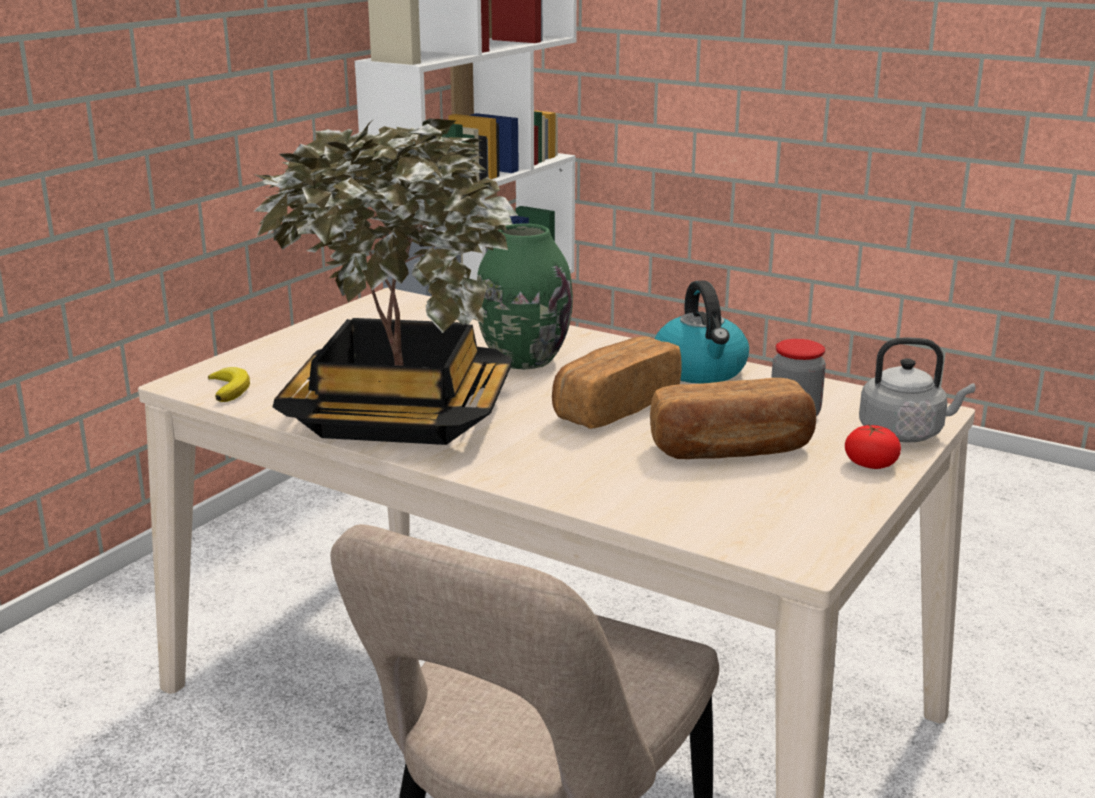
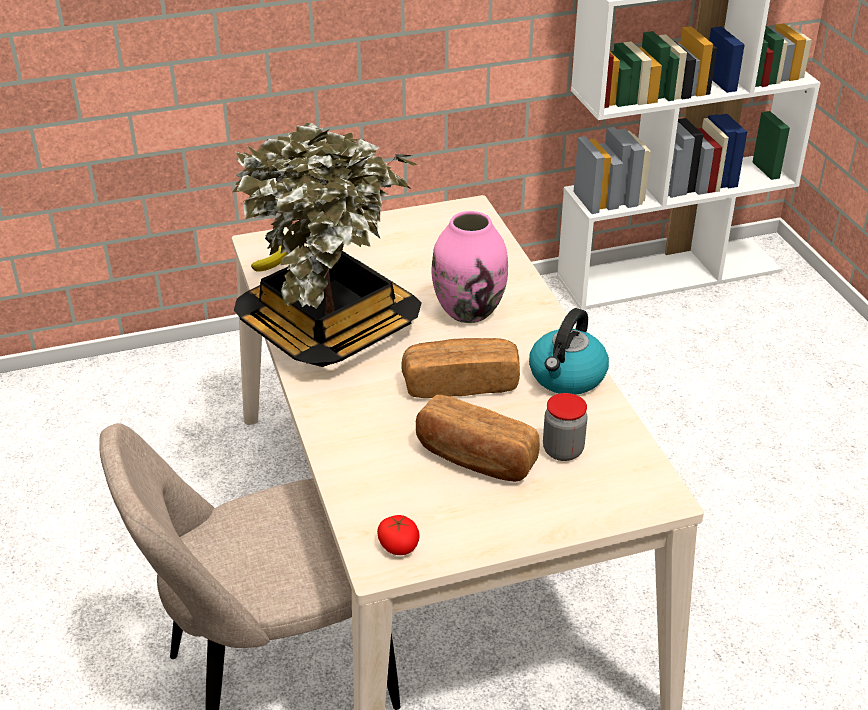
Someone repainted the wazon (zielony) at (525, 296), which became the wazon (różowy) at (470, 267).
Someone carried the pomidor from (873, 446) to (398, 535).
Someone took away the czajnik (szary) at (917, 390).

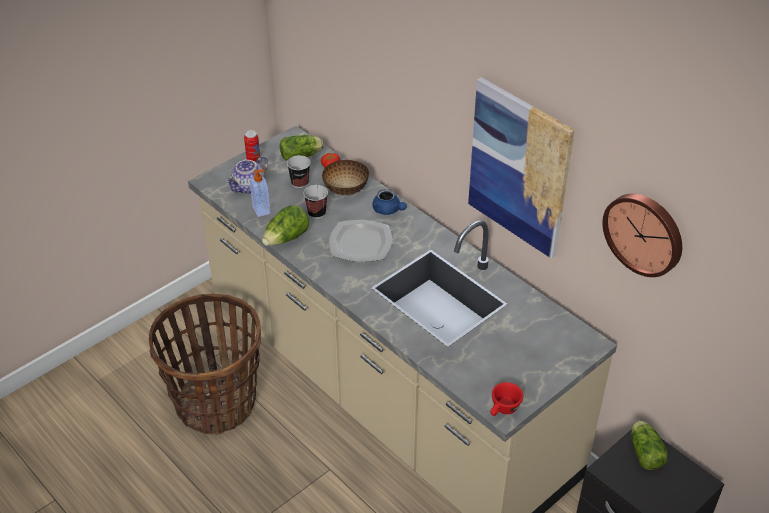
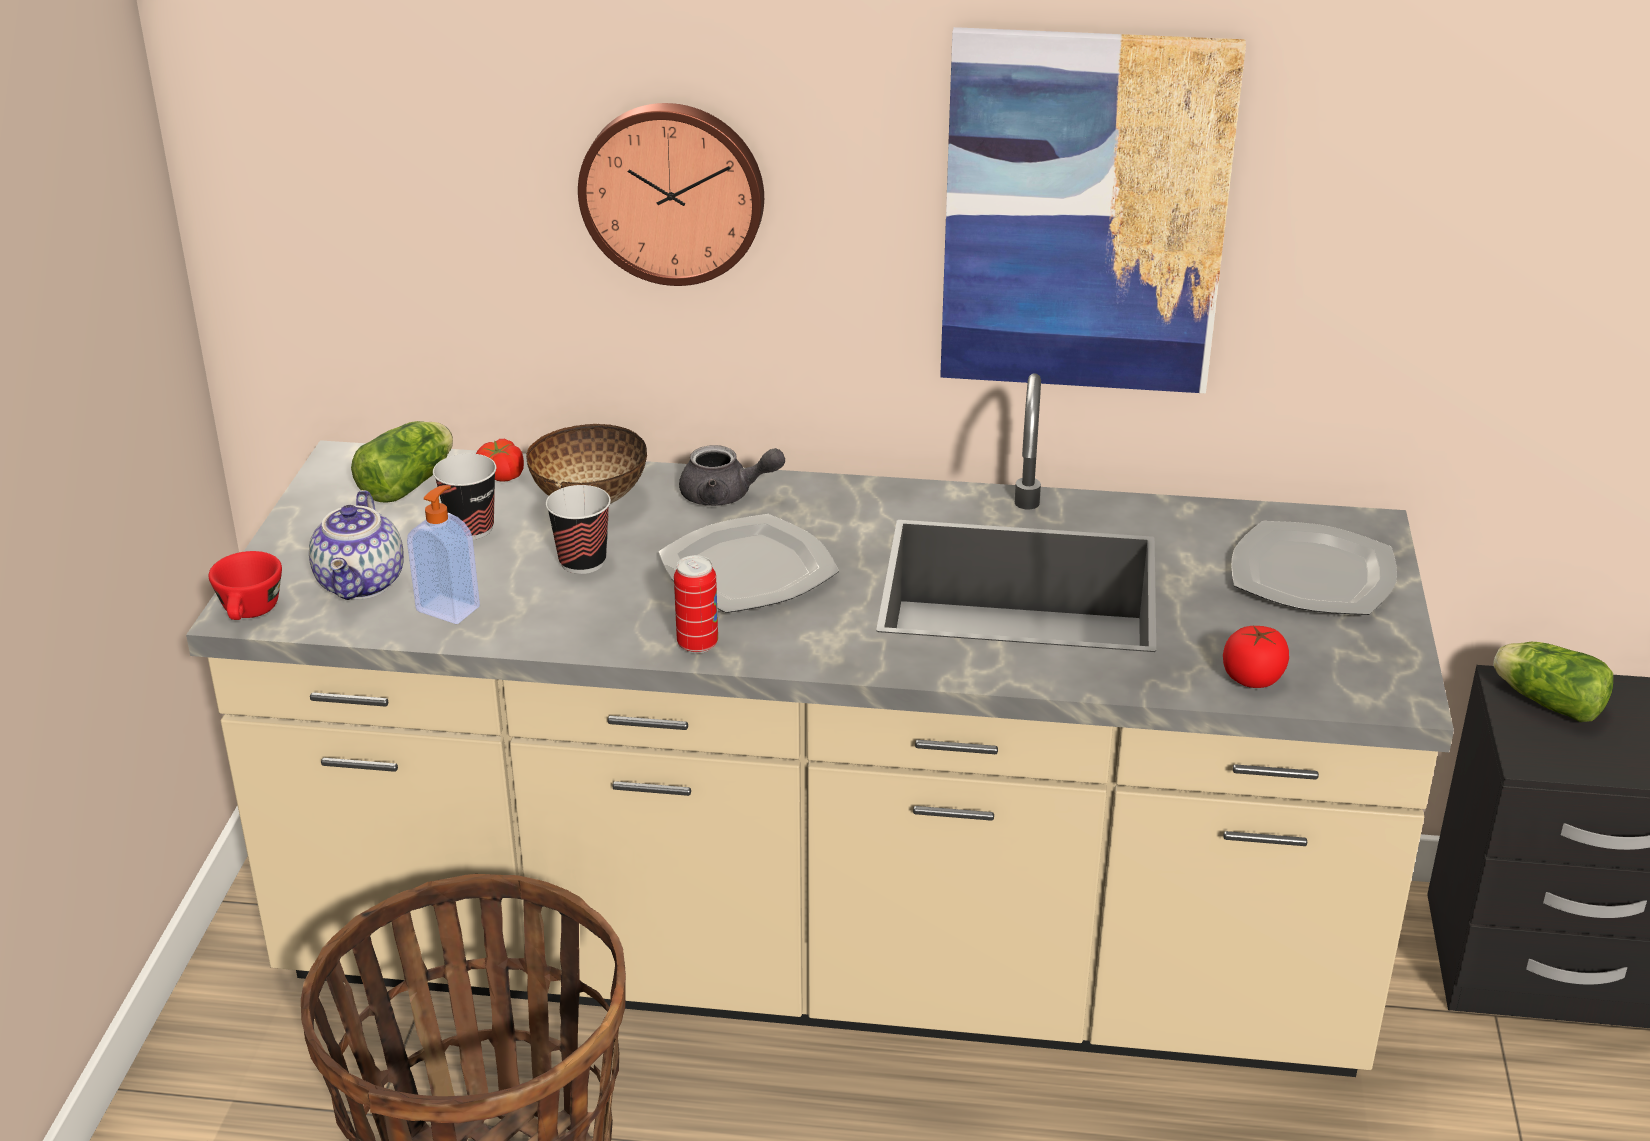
Someone carried the puszka from (252, 146) to (696, 604).
Someone took away the sałata at (285, 225).
Someone repainted the imbryk (niebieski) at (389, 202), which became the imbryk (szary) at (732, 475).
Someone carried the filiżanka (czerwony) from (507, 399) to (245, 585).
Someone carried the zegar ścienny from (642, 235) to (671, 194).
Someone put down the pomidor at (1256, 657).
Someone put down the talerz at (1314, 568).

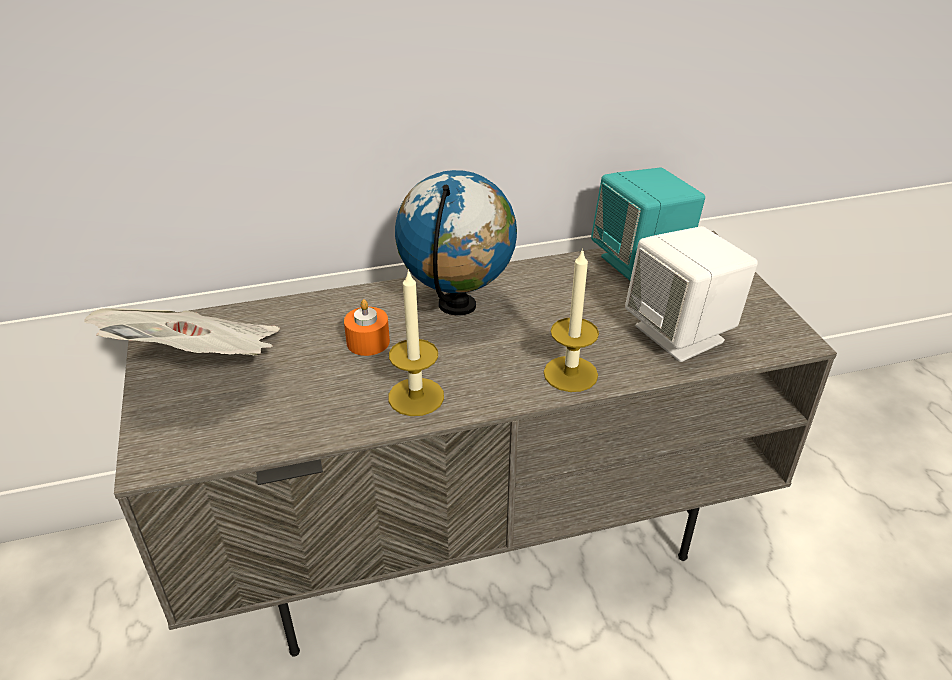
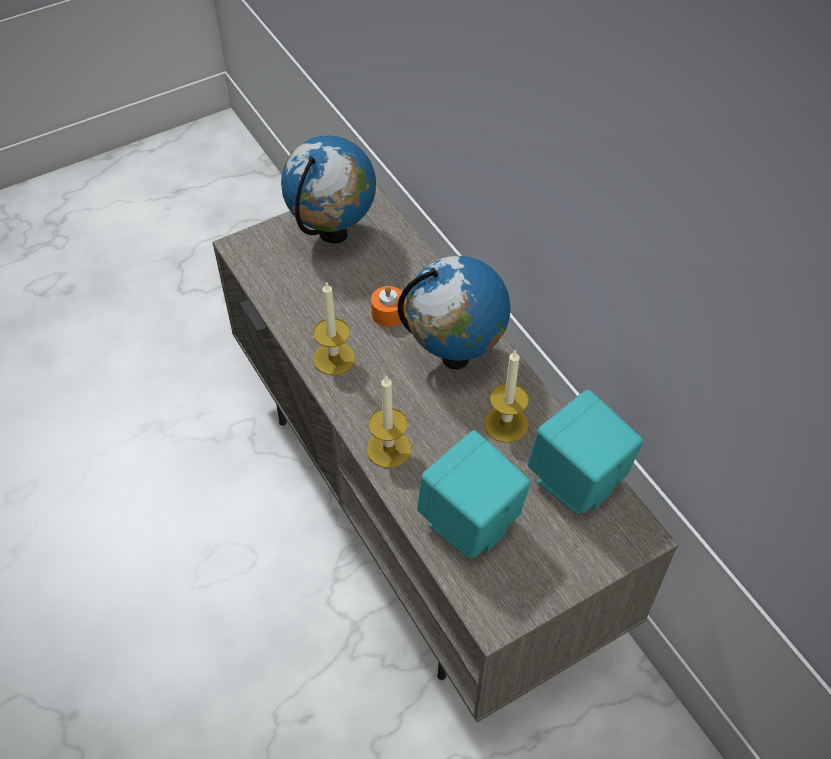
Someone swapped the gazeta at (182, 331) for the globus at (328, 190).
Someone repainted the głośnik (biały) at (691, 294), which became the głośnik (turkusowy) at (473, 494).
Someone put down the świeca at (506, 396).

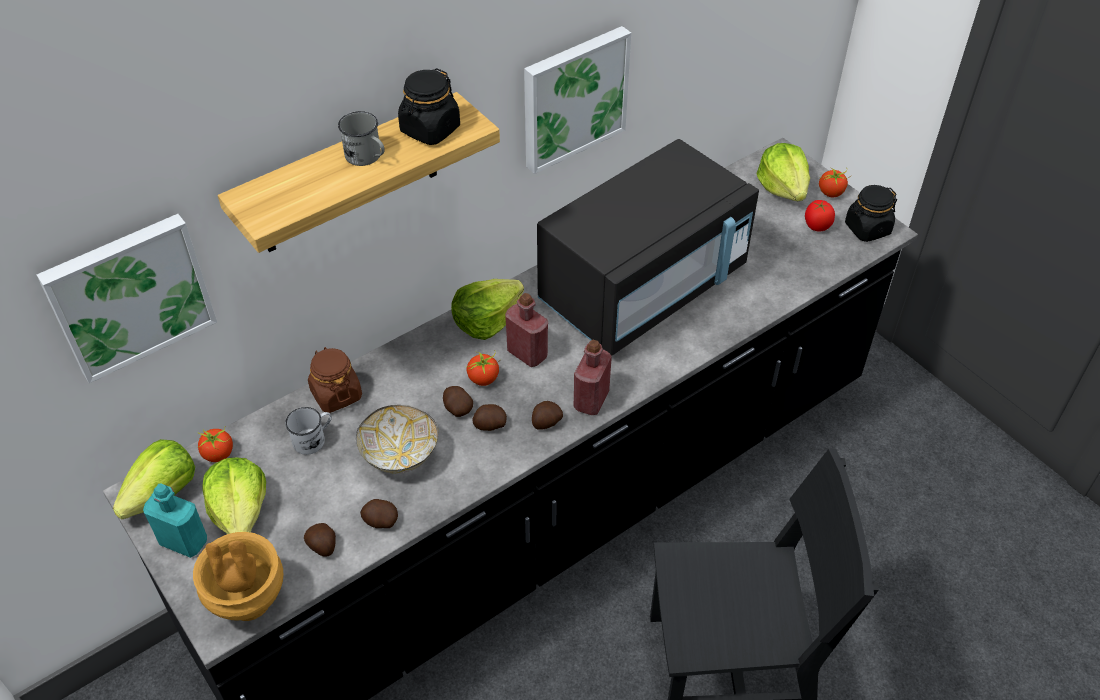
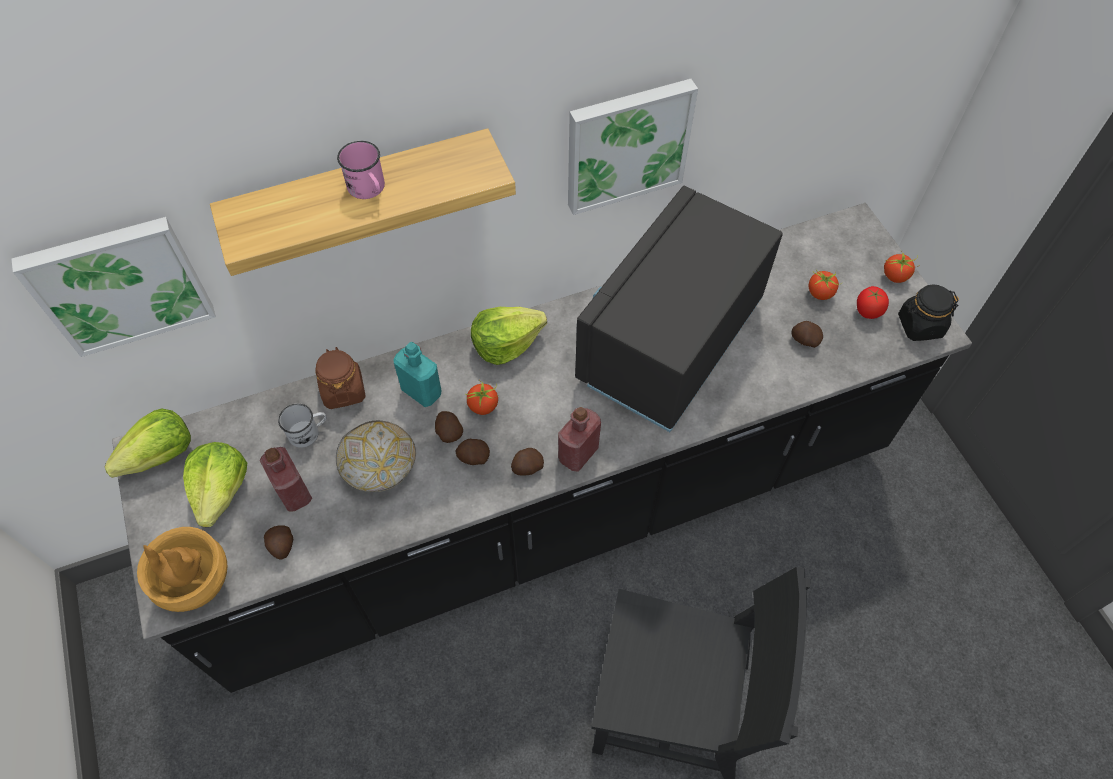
Someone carried the butelka (turkusowy) from (175, 520) to (418, 374).
Someone carried the pomidor from (215, 444) to (826, 285).
Someone repainted the kubek (szary) at (361, 138), which became the kubek (różowy) at (361, 170).
Someone carried the ziemniak from (379, 513) to (807, 334).
Someone took away the słoik (czarny) at (429, 106).
Someone carried the butelka (czerwony) from (526, 330) to (286, 479).
Someone rotated the mikrofalówka (czarny) at (648, 247) by 150 degrees clockwise.
Someone took away the sałata at (783, 172).

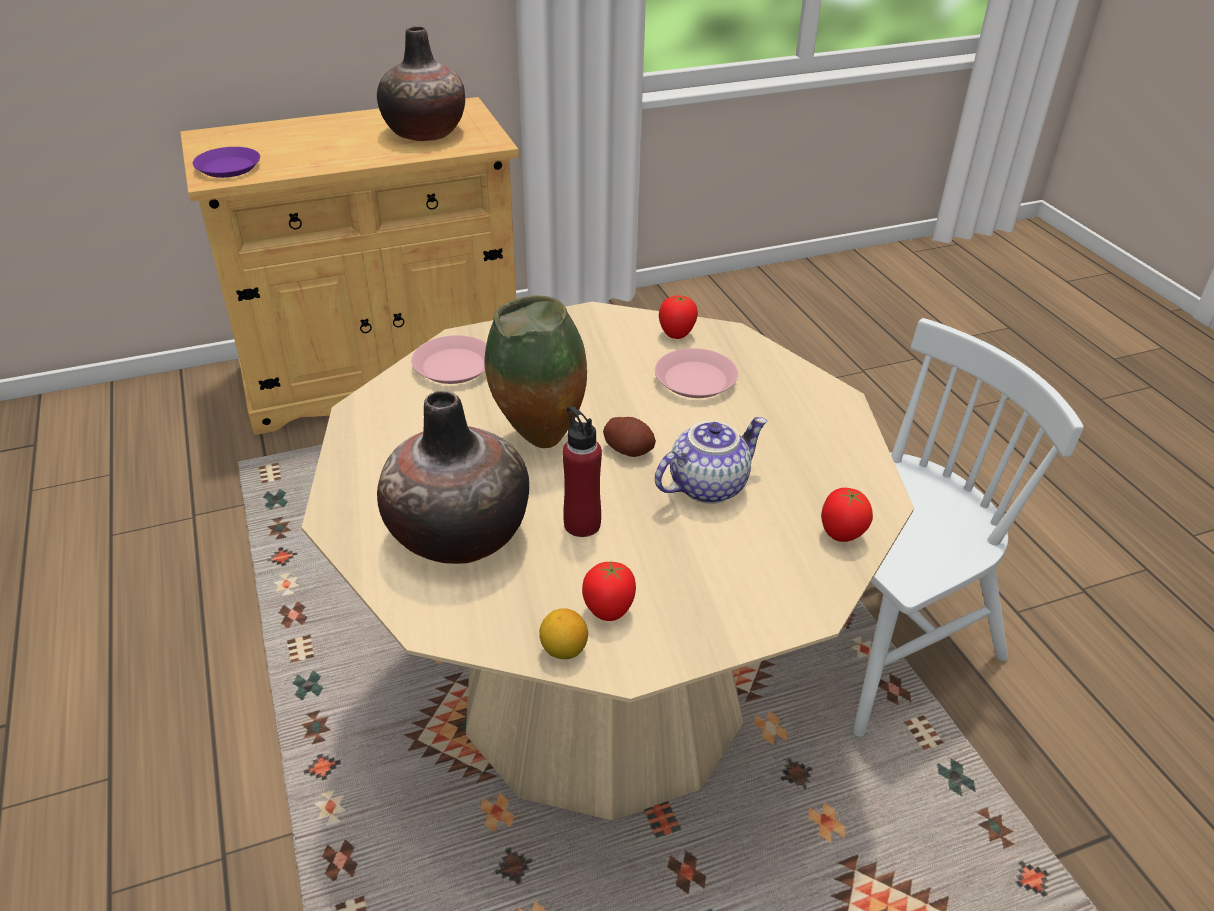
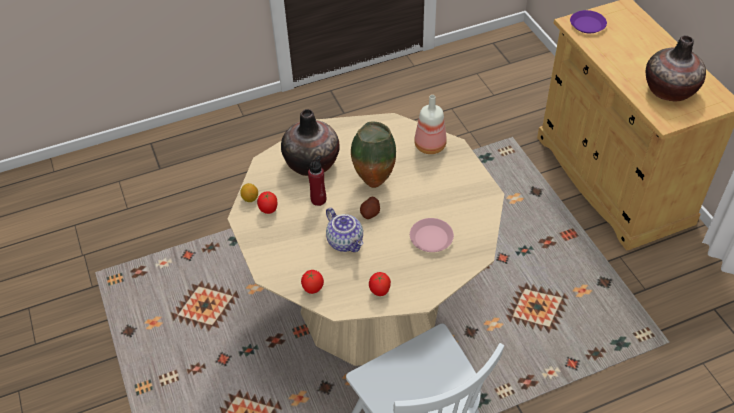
Someone swapped the talerz (różowy) at (449, 359) for the butelka at (430, 124).
Someone carried the pomidor from (678, 317) to (380, 284).

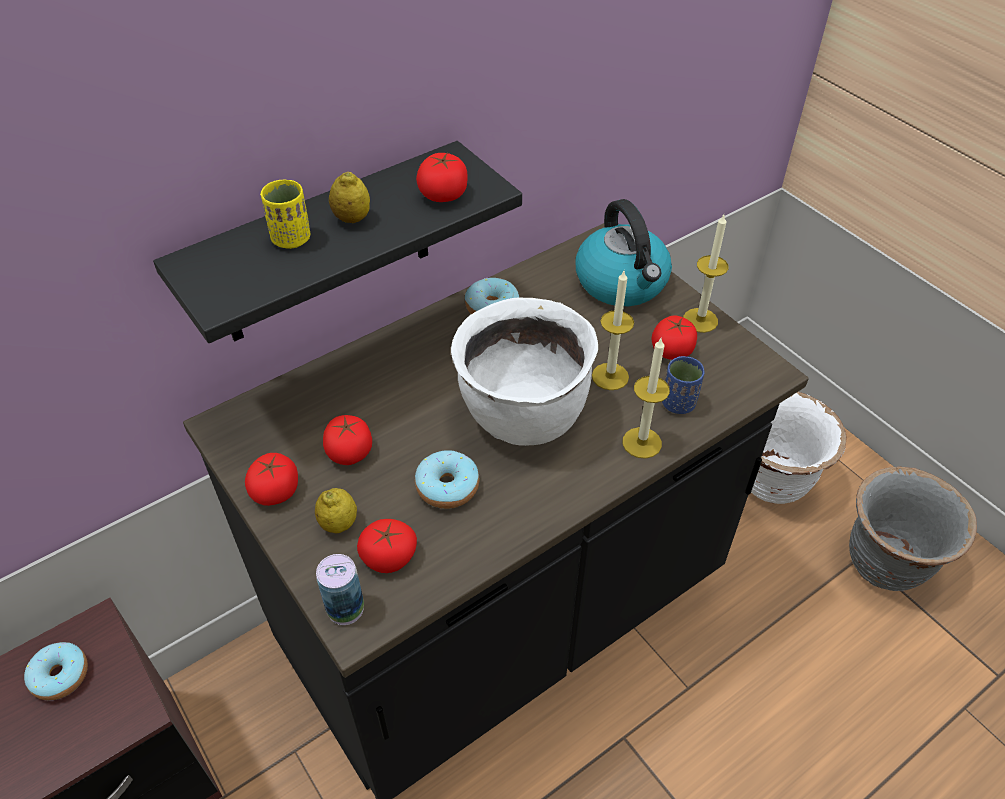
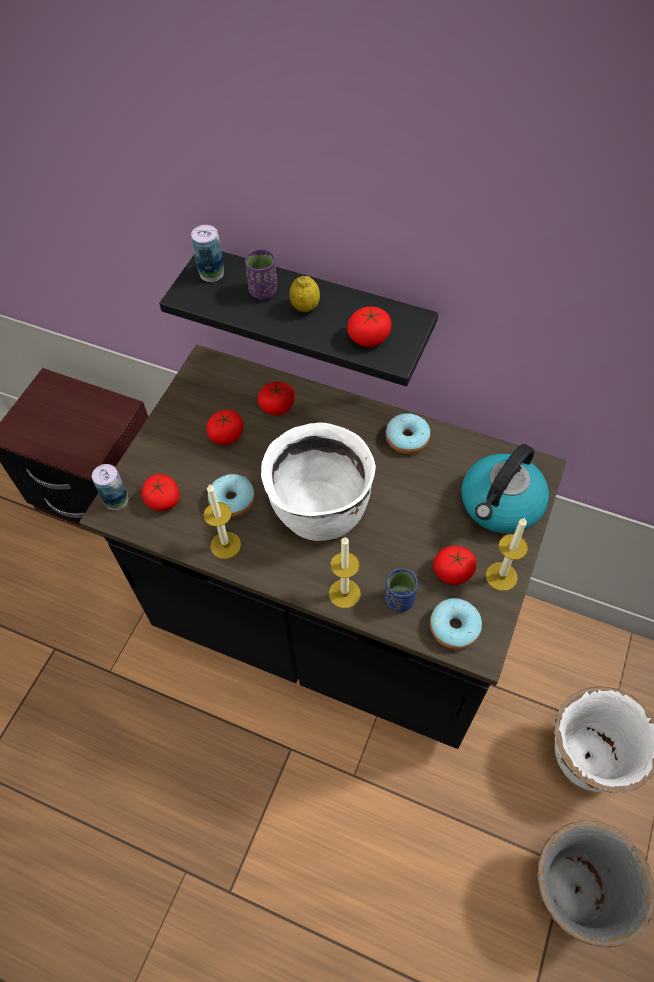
Someone carried the donut from (56, 671) to (456, 623).
Someone carried the pomidor from (271, 479) to (276, 398).
Someone repainted the filiżanka (żółty) at (285, 214), which became the filiżanka (fioletowy) at (261, 274).
Someone took away the cytryna at (336, 510).
Someone carried the świeca from (613, 330) to (222, 521).
Someone put down the puszka at (207, 253).

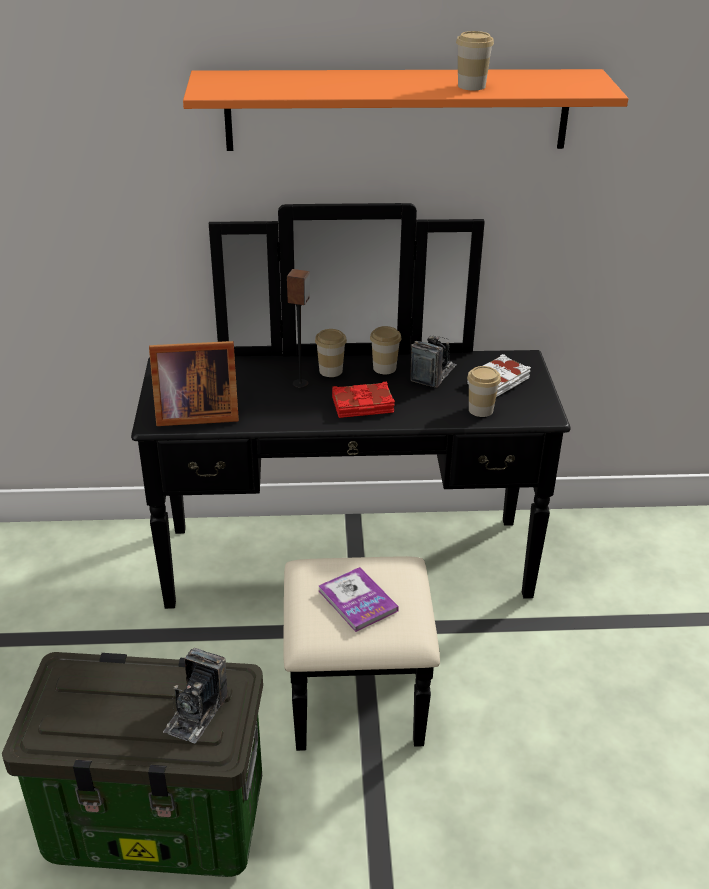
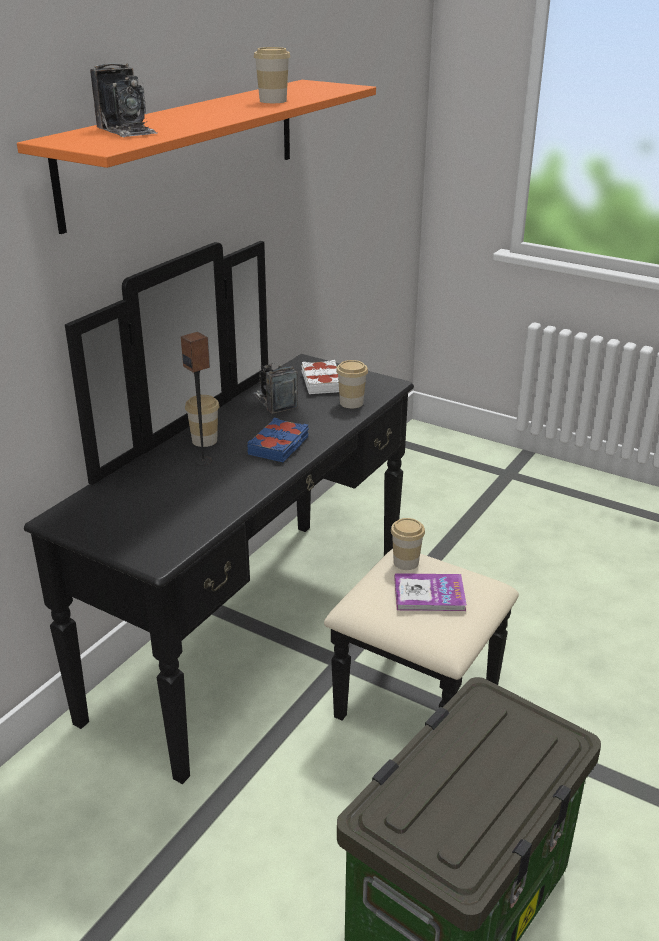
Someone took away the ramka na zdjęcie at (194, 383).
Someone carried the aparat fotograficzny from (195, 696) to (123, 100).
Someone repainted the książka (czerwony) at (363, 400), which became the książka (niebieski) at (278, 439).
Someone carried the filiżanka from (385, 350) to (408, 544).

